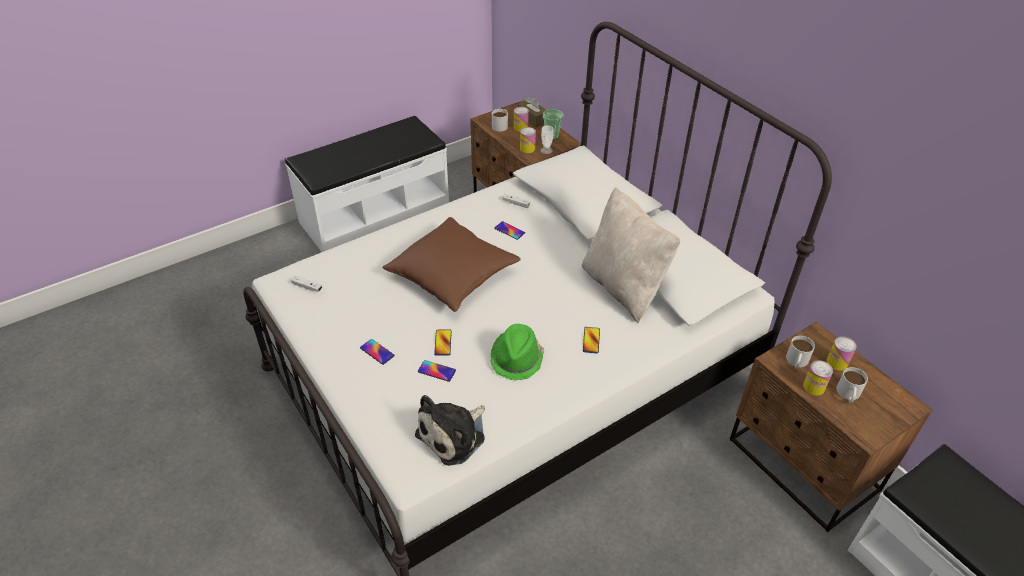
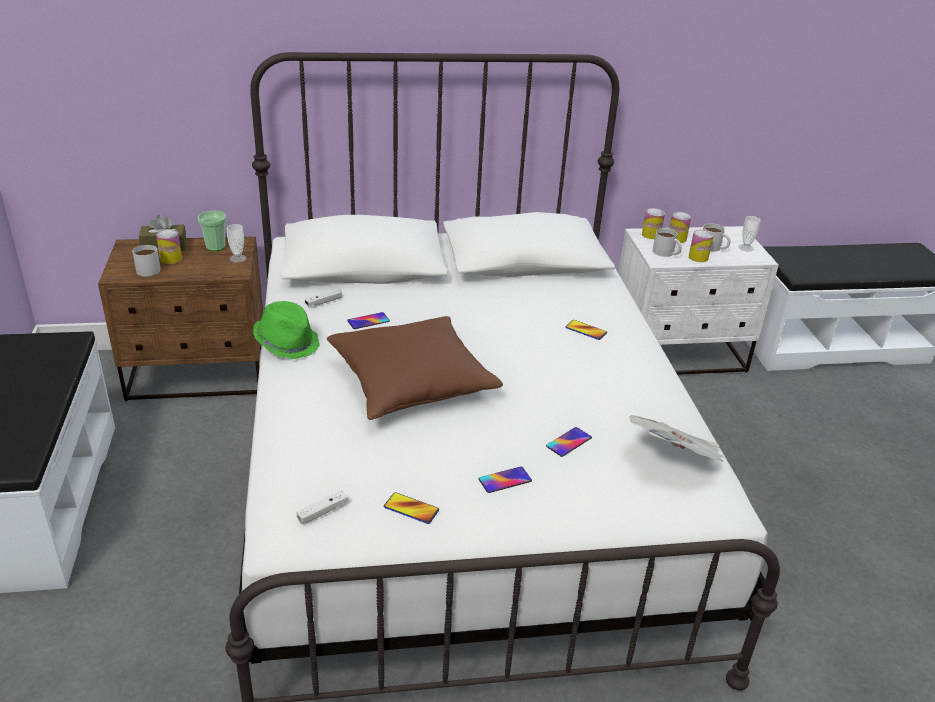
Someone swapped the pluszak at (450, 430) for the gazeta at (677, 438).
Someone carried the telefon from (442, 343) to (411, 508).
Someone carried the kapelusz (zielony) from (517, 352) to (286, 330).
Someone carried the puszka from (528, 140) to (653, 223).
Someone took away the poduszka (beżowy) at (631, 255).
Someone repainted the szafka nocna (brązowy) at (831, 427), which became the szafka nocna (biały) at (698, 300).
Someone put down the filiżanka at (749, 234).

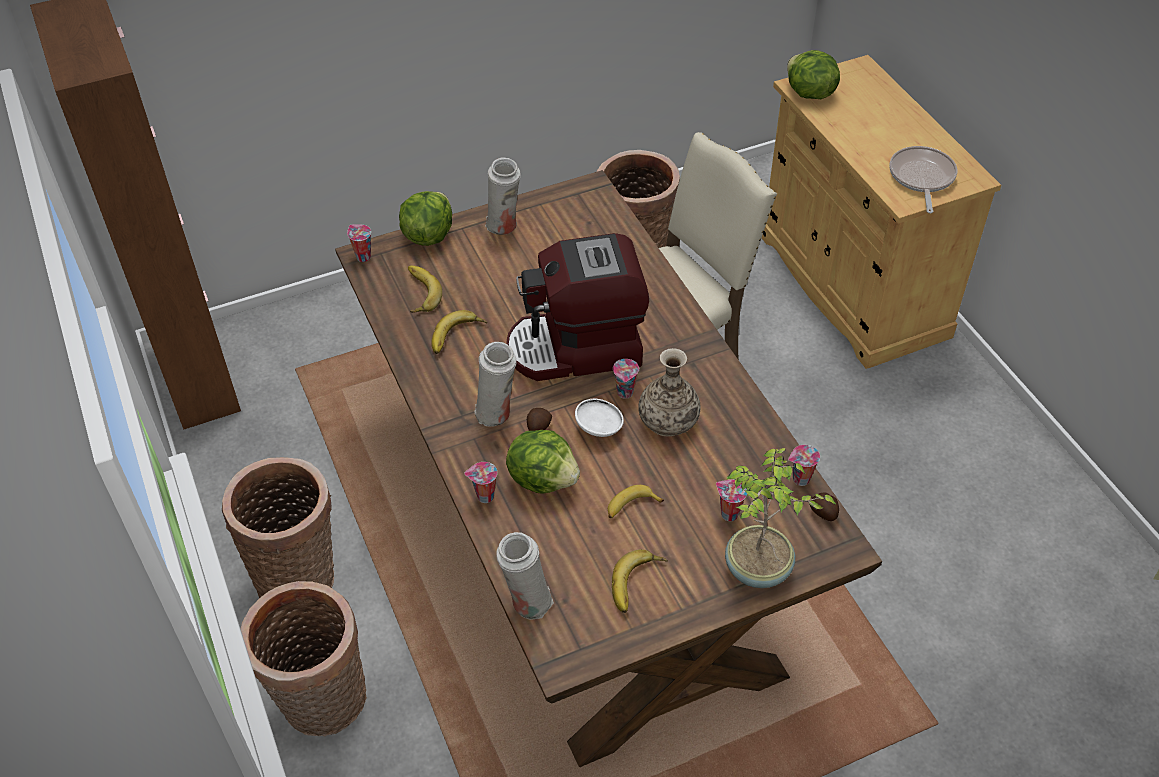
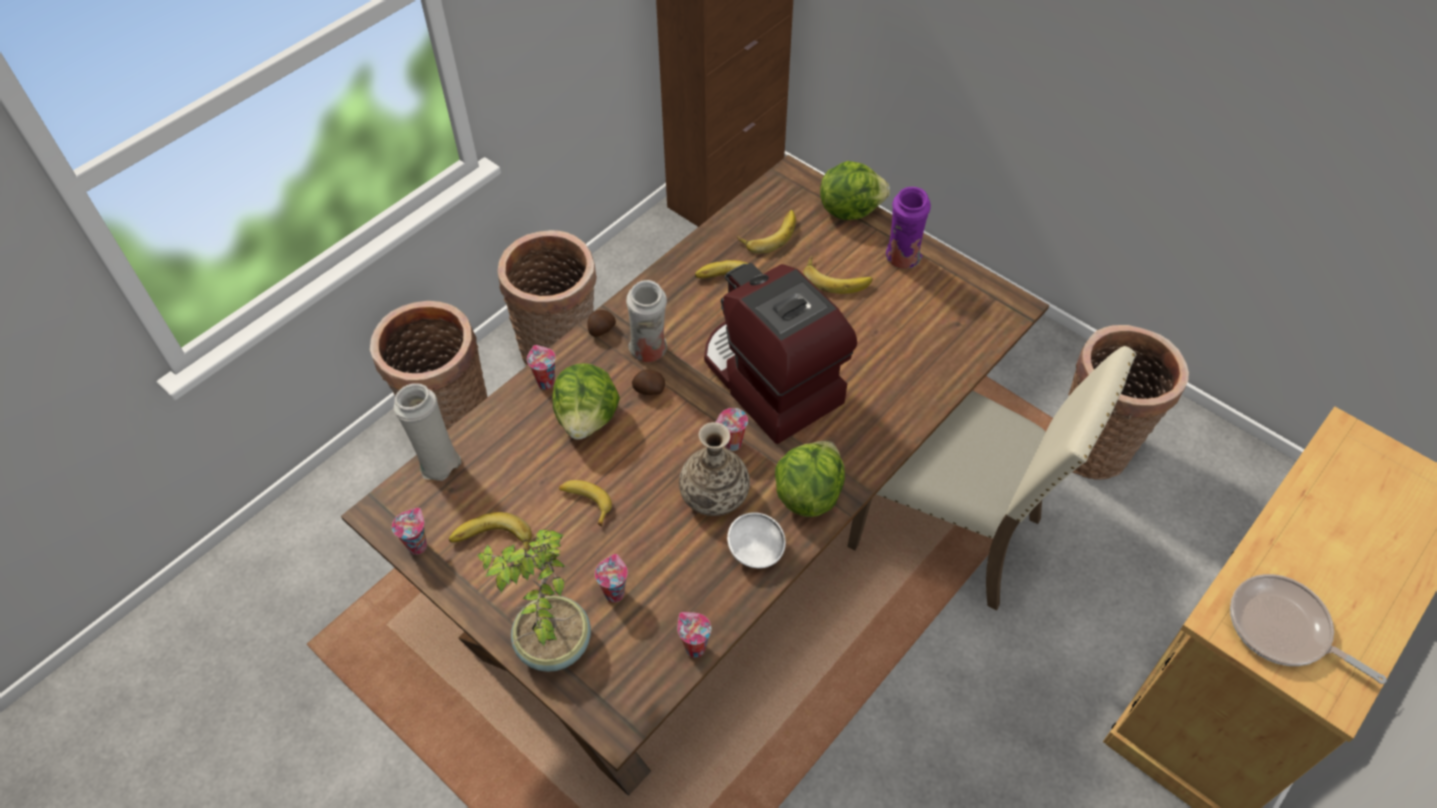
Someone carried the filiżanka from (359, 243) to (409, 531).
Someone repainted the wazon (biały) at (503, 196), which became the wazon (fioletowy) at (908, 228).
Someone carried the miska (biały) from (599, 418) to (756, 540).
Someone carried the sałata from (813, 74) to (810, 479).
Someone carried the ziemniak from (824, 506) to (601, 323).
Someone rotated the patelnia at (923, 179) by 120 degrees counterclockwise.
Someone put down the banan at (838, 275).

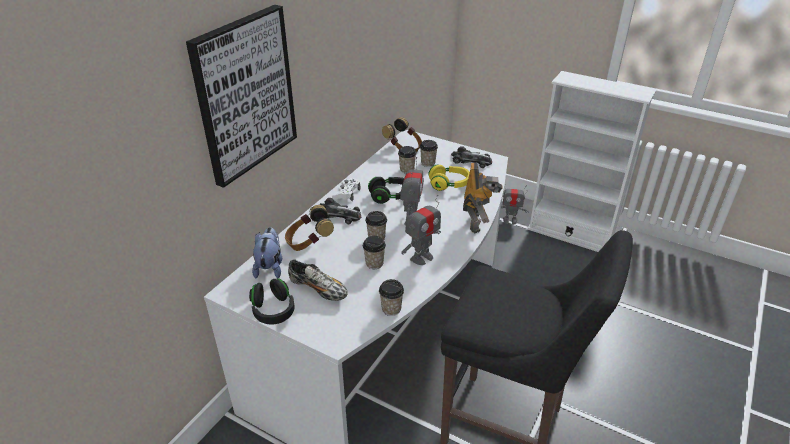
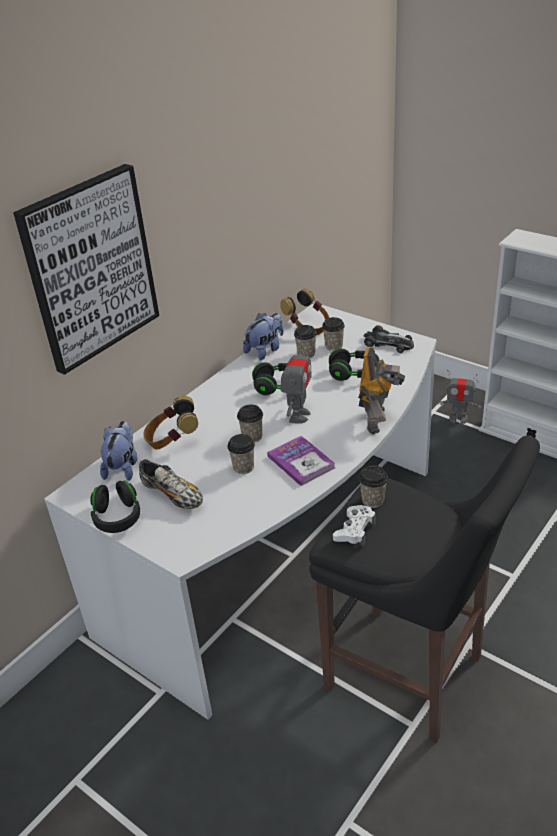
Someone took away the samochodzik at (340, 211).
Someone carried the pad do gier (biały) from (346, 189) to (354, 525).
Someone carried the filiżanka from (391, 297) to (373, 486).
Someone swapped the robot zabawkowy at (421, 230) for the książka at (301, 461).
Someone repainted the słuchawki (żółty) at (449, 178), which became the słuchawki (czarny) at (354, 364).
Someone put down the pluszak at (263, 336).

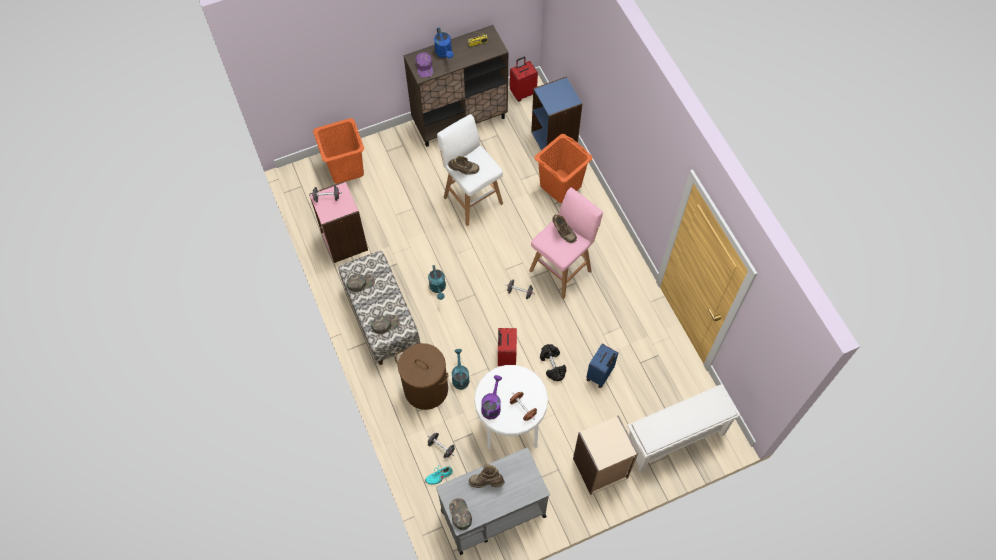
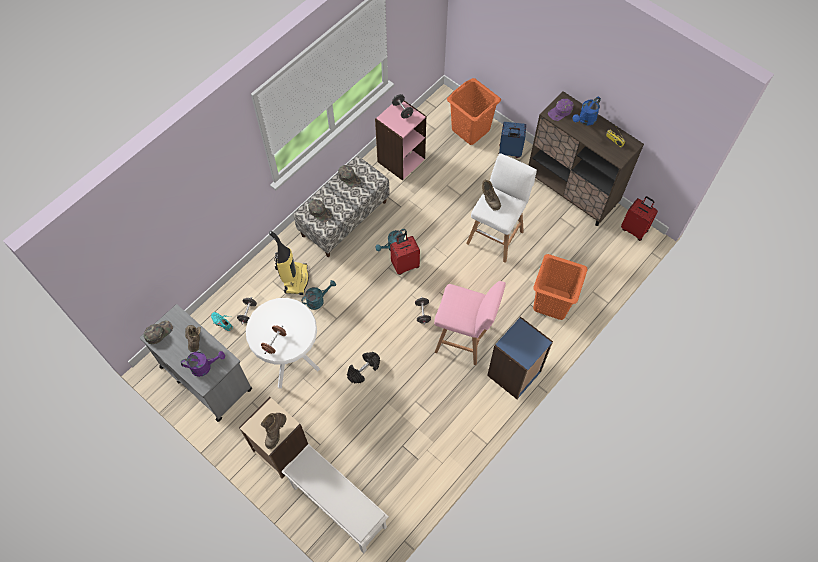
Someone swapped the kosz na pranie (brązowy) at (421, 376) for the odkurzacz at (289, 263).
Someone carried the konewka (fioletowy) from (491, 397) to (203, 364).
Someone carried the walizka (czerwony) from (507, 347) to (405, 254).
Someone carried the regał (niebieski) from (557, 113) to (520, 357).
Someone carried the but z cholewką (brązowy) from (564, 229) to (273, 431).
Someone carried the walizka (niebieski) from (602, 366) to (512, 140).

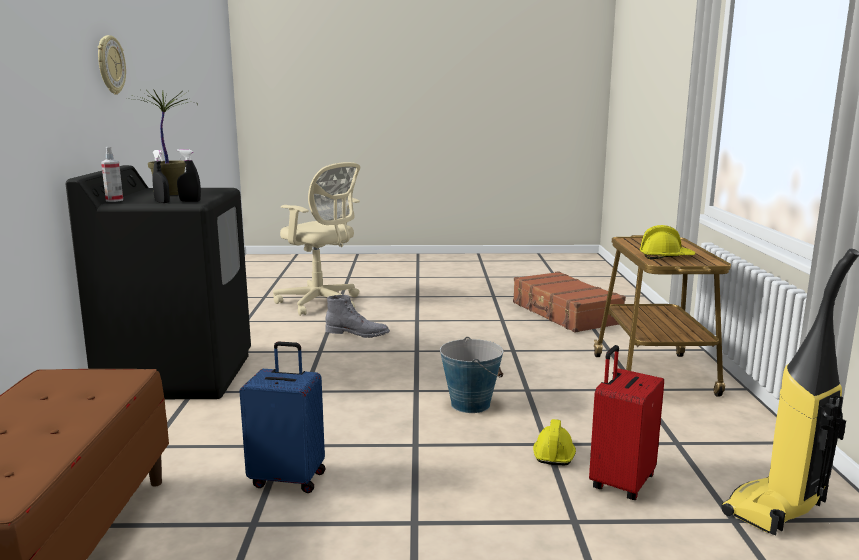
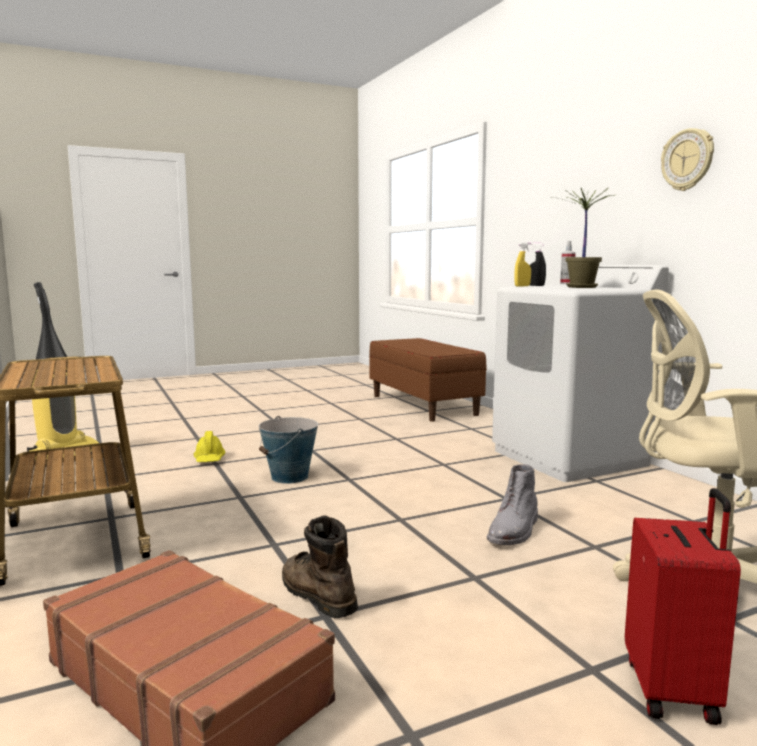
Someone repainted the pralka (czarny) at (158, 282), which became the pralka (biały) at (580, 373).
Someone repainted the spryskiwacz (czarny) at (189, 175), which became the spryskiwacz (żółty) at (522, 264).
Someone took away the walizka (niebieski) at (282, 417).
Someone rotated the but z cholewką (szary) at (357, 316) by 45 degrees counterclockwise.
Someone carried the walizka (czerwony) from (626, 422) to (683, 606).
Someone took away the kask (żółty) at (667, 242).
Someone put down the but z cholewką (brązowy) at (320, 566).

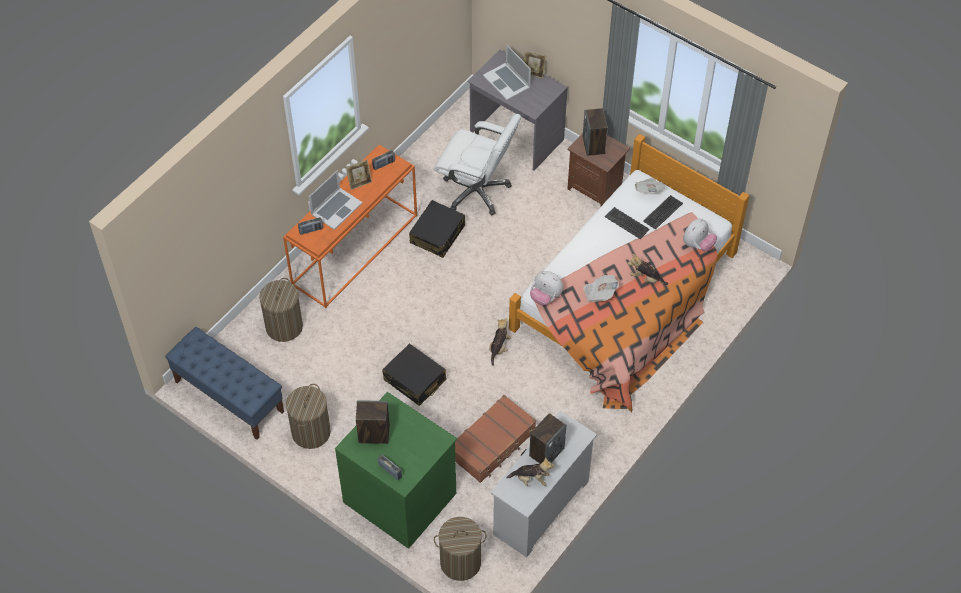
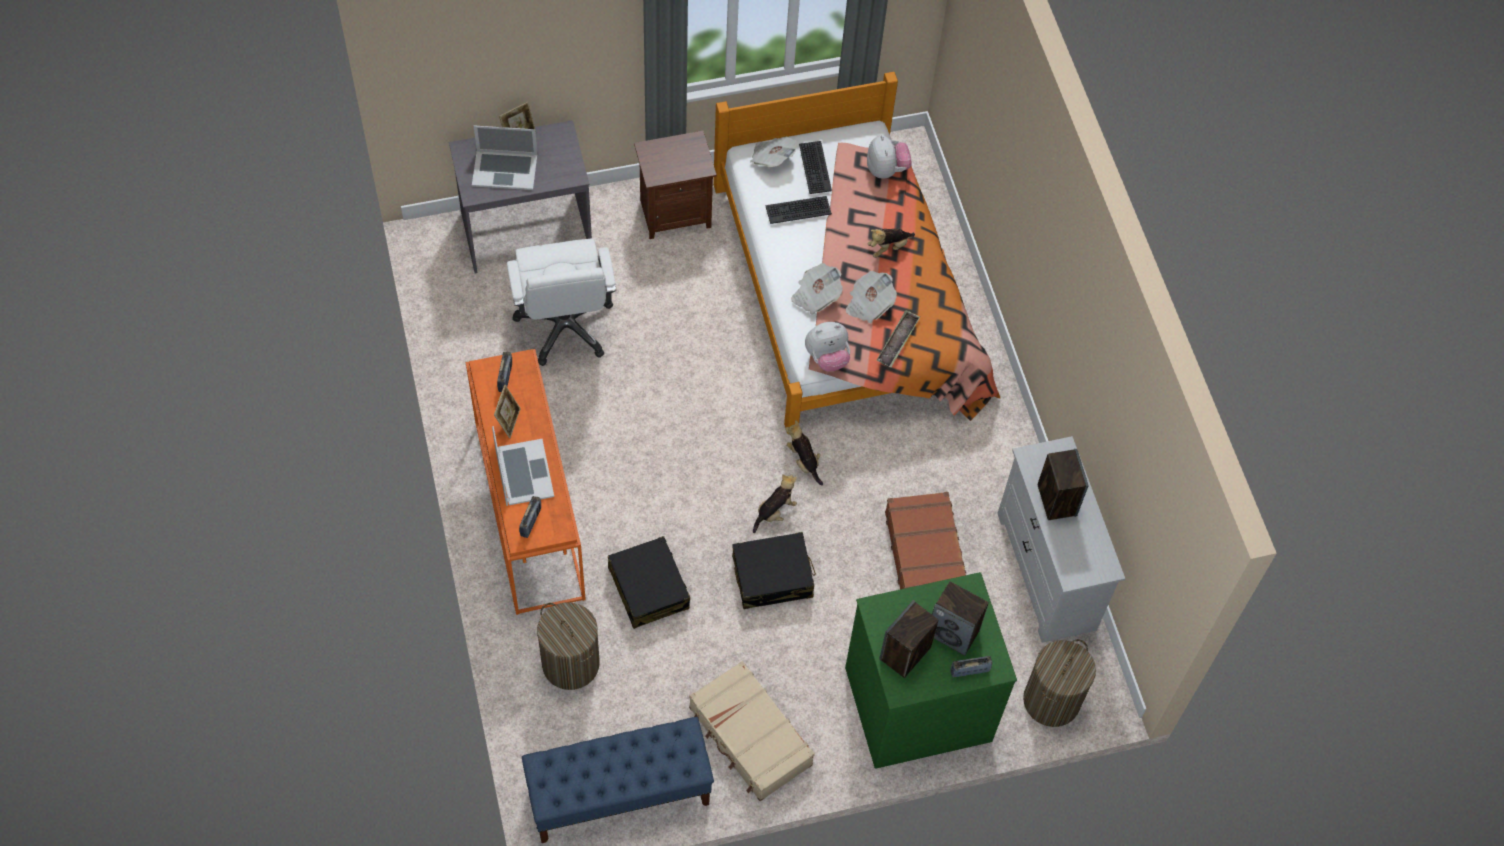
Someone swapped the kosz na pranie at (308, 416) for the walizka (beżowy) at (752, 731).
Someone carried the walizka (czarny) from (437, 229) to (649, 582).
Someone rotated the krzesło biurowe (biały) at (477, 164) by 105 degrees clockwise.
Someone carried the pluszak from (530, 472) to (775, 503).
Someone carried the głośnik from (595, 132) to (960, 618).
Someone put down the gazeta at (817, 289).
Someone put down the taca at (898, 339).

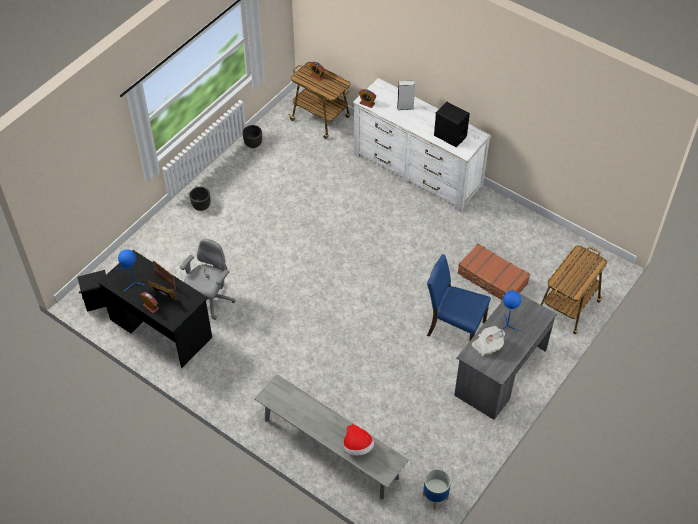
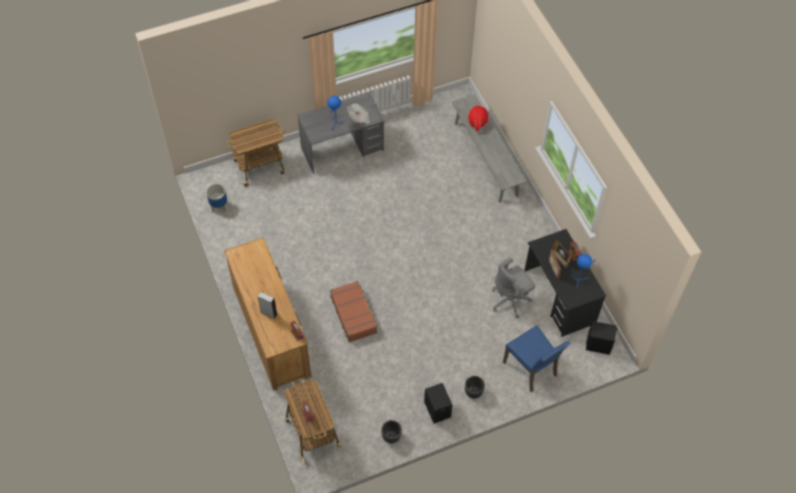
Someone repainted the komoda (biały) at (422, 145), which became the komoda (brązowy) at (267, 314).
Someone carried the donica from (437, 489) to (216, 198).
Someone carried the krzesło (niebieski) from (459, 298) to (537, 359).
Someone carried the głośnik (czarny) from (452, 124) to (438, 403).
Someone carried the walizka (brązowy) from (494, 272) to (353, 311).

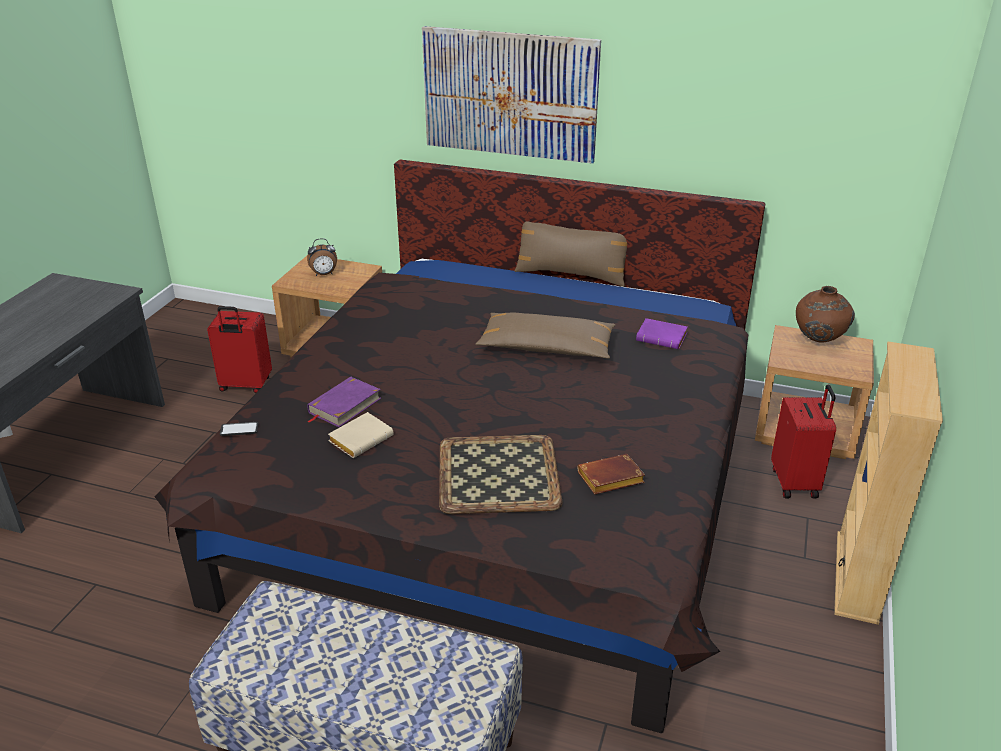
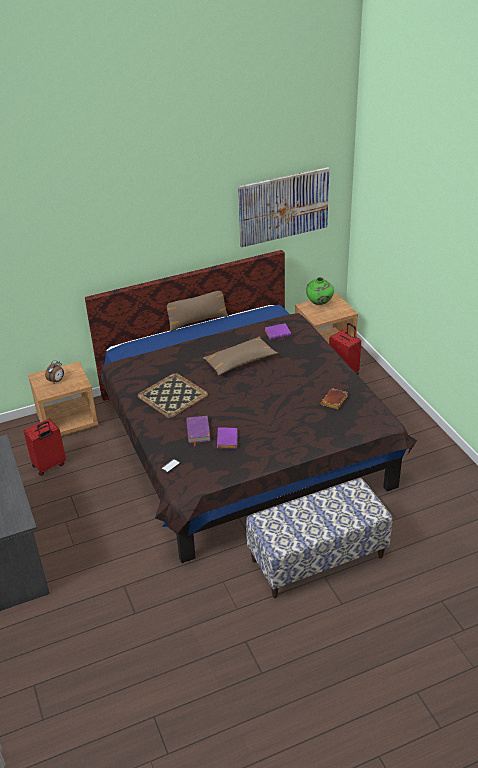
Someone repainted the książka (beżowy) at (361, 435), which became the książka (fioletowy) at (227, 438).
Someone carried the obraz from (511, 95) to (283, 207).
Someone carried the taca from (501, 474) to (173, 395).
Someone repainted the wazon (brązowy) at (825, 314), which became the wazon (zielony) at (320, 291).
Someone took away the regał (beżowy) at (888, 483).

